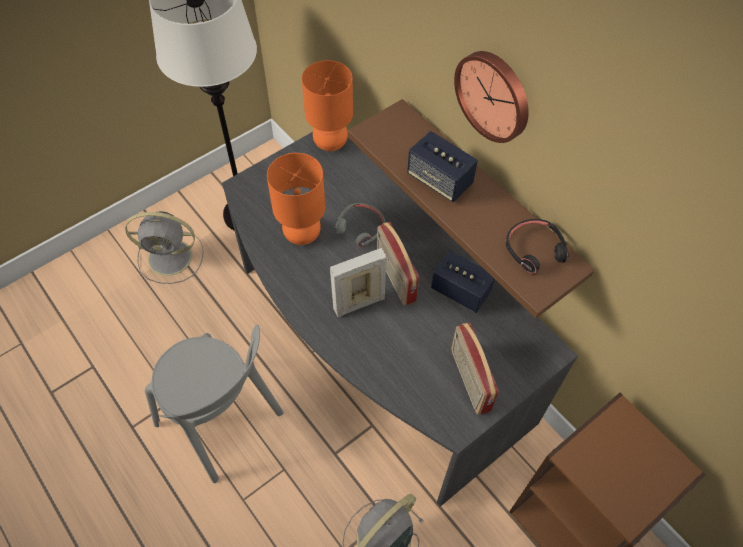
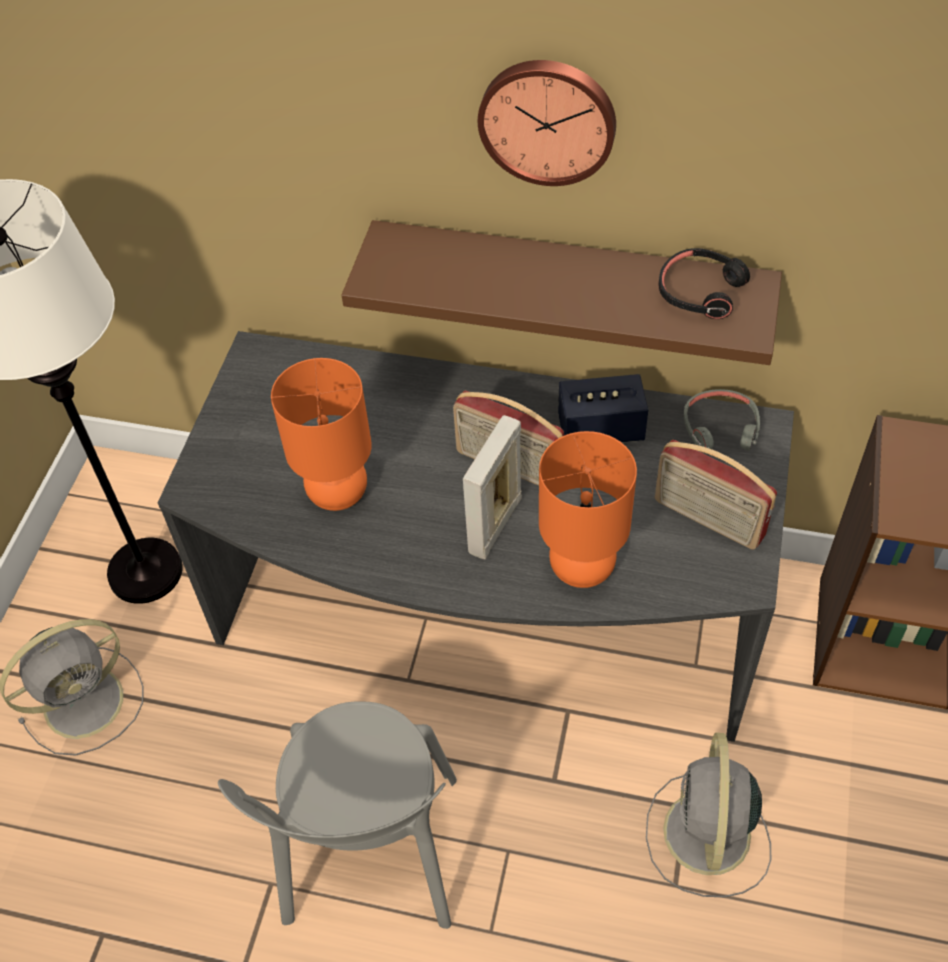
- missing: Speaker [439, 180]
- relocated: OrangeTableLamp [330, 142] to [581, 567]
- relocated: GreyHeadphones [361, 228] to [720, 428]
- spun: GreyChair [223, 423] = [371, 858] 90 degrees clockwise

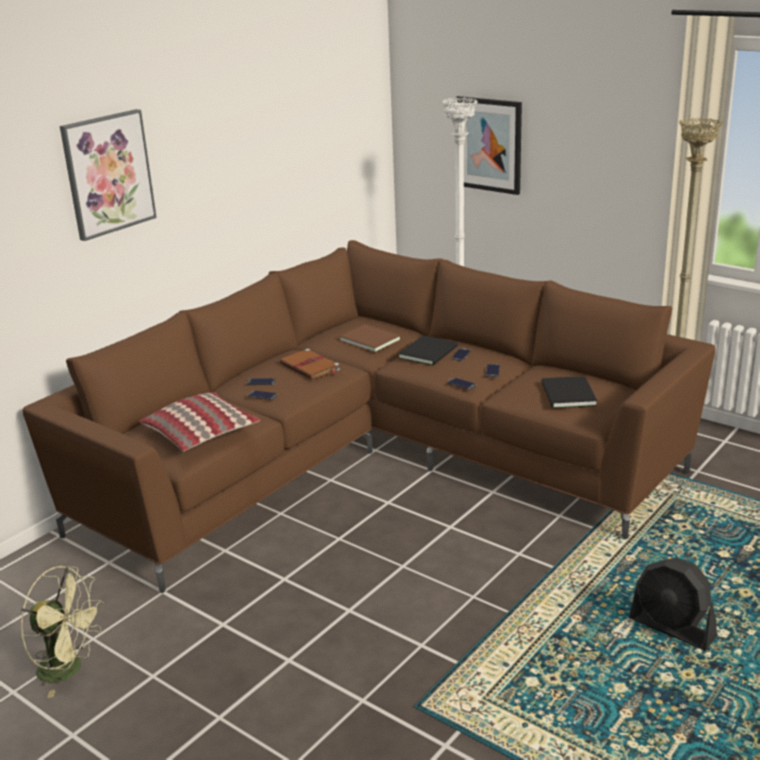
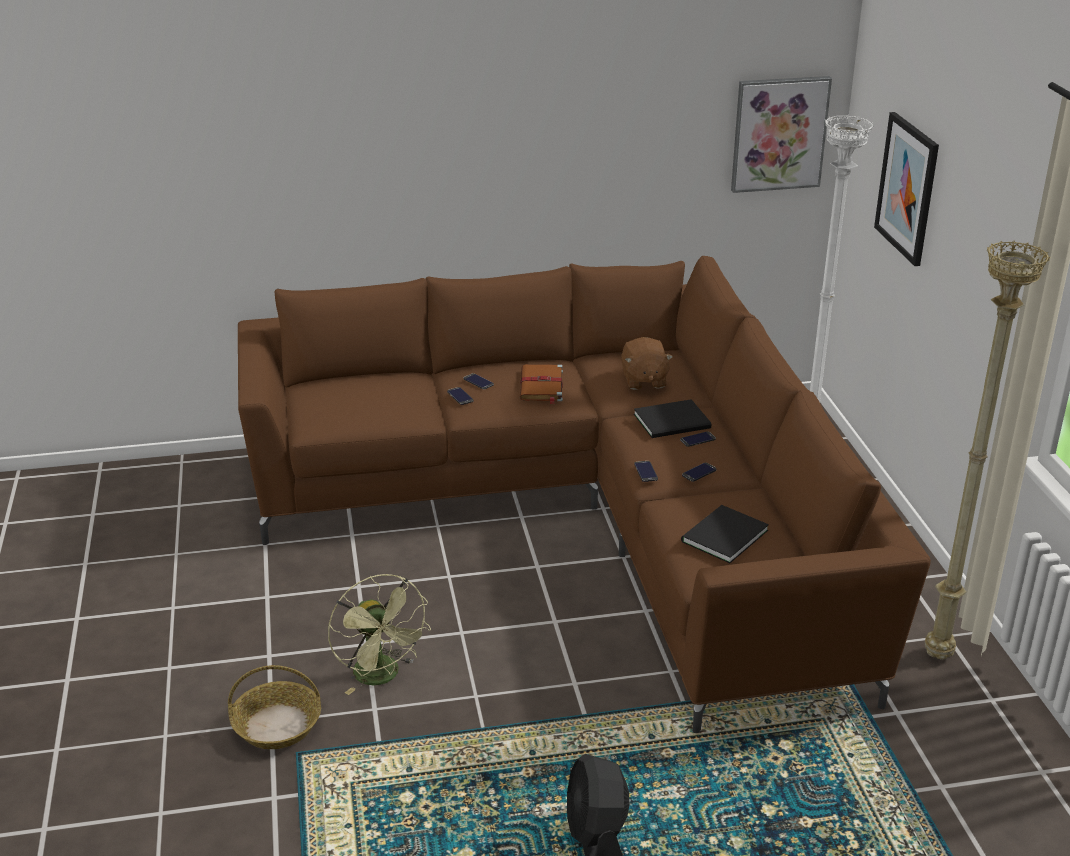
- missing: Pillow [201, 433]
- appeared: Basket [277, 725]
- relocated: GreenFan [69, 669] to [382, 677]
- relocated: Picture [108, 174] to [779, 134]
- exchanged: BrownBook [370, 339] to BrownPlushToy [643, 380]

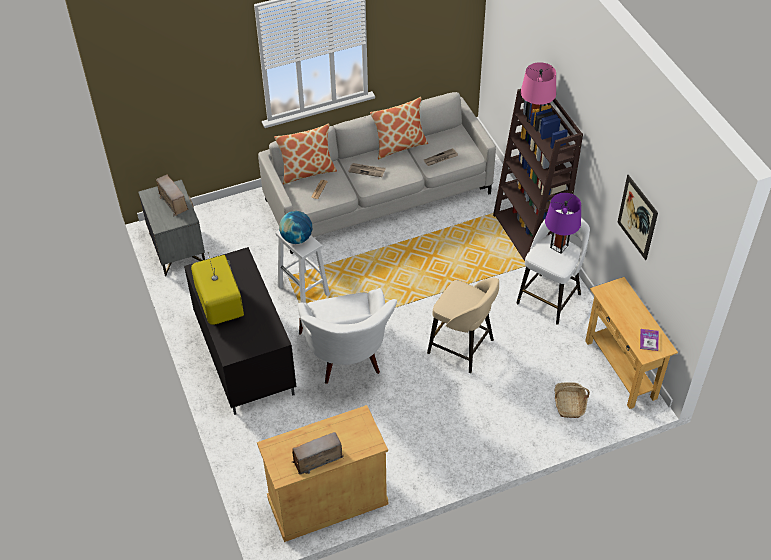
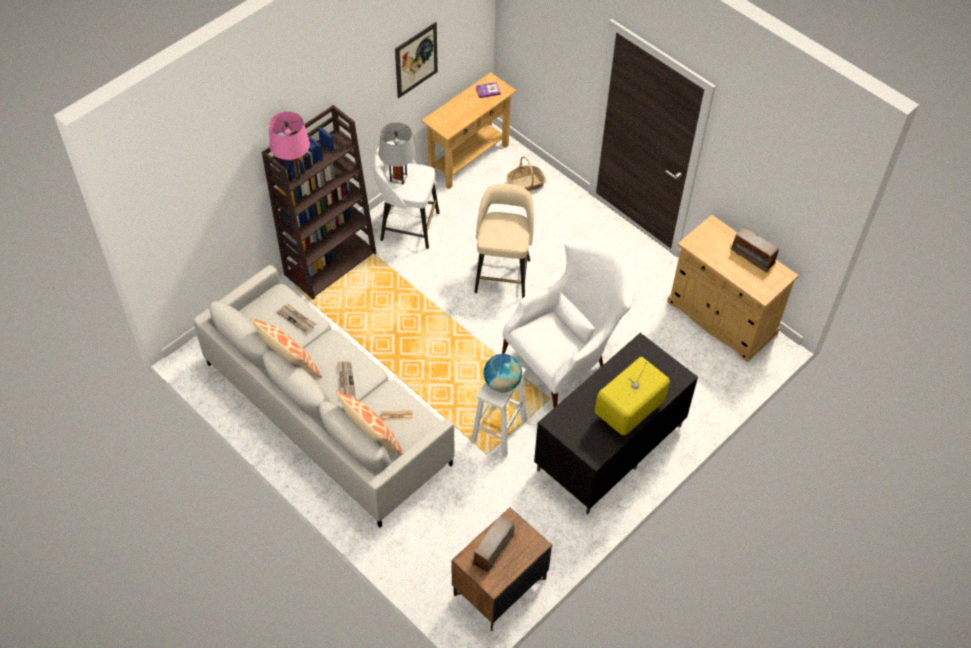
- colour: GreyNightstand [177, 249] to BrownNightstand [499, 587]
- colour: PurpleTableLamp [559, 246] to GreyTableLamp [398, 178]

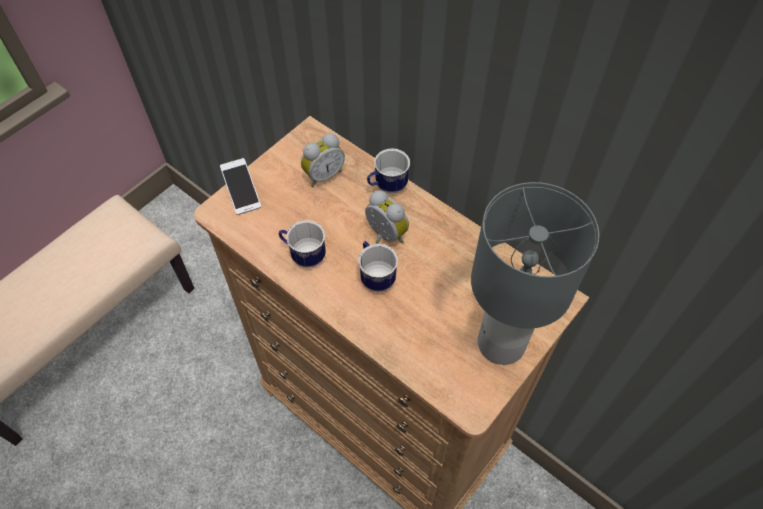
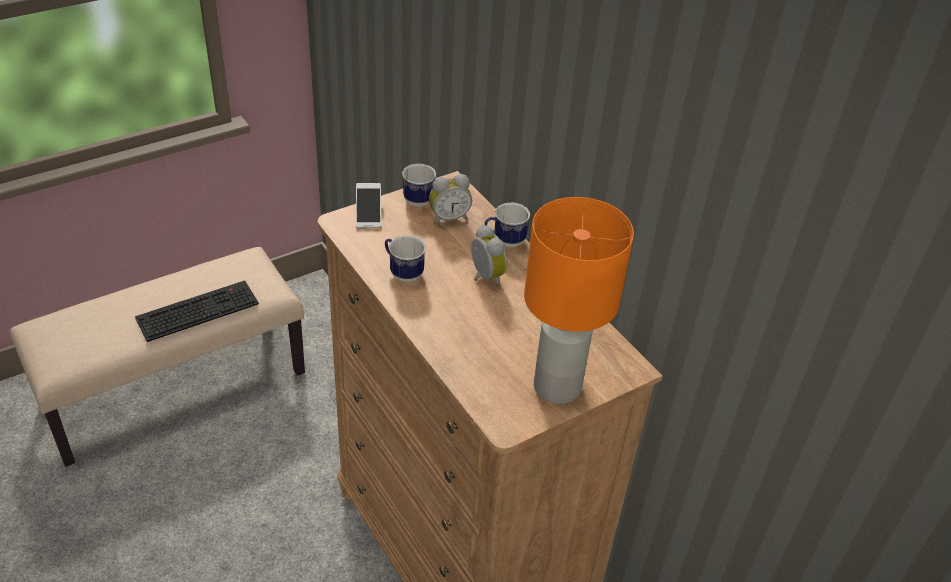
- appeared: Keyboard [198, 310]
- relocated: Mug [375, 276] to [418, 198]
- colour: GreyTableLamp [500, 344] to OrangeTableLamp [556, 387]

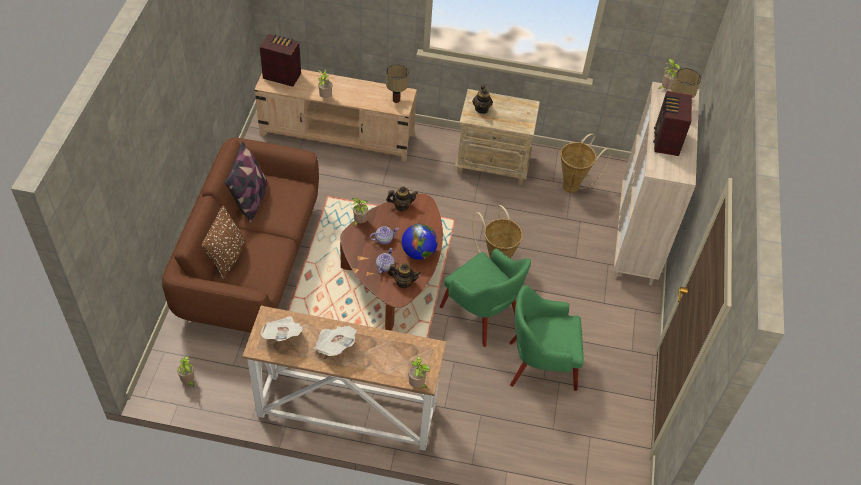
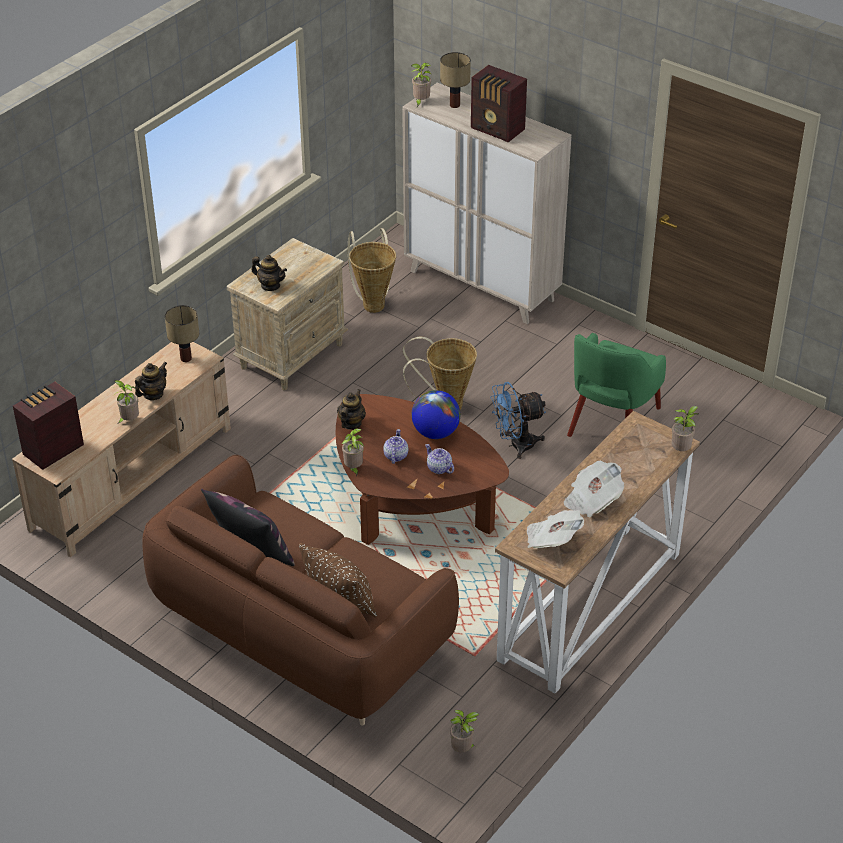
- relocated: Teapot [403, 282] to [153, 394]
- exchanged: GreenArmchair [481, 314] to BlueFan [516, 445]

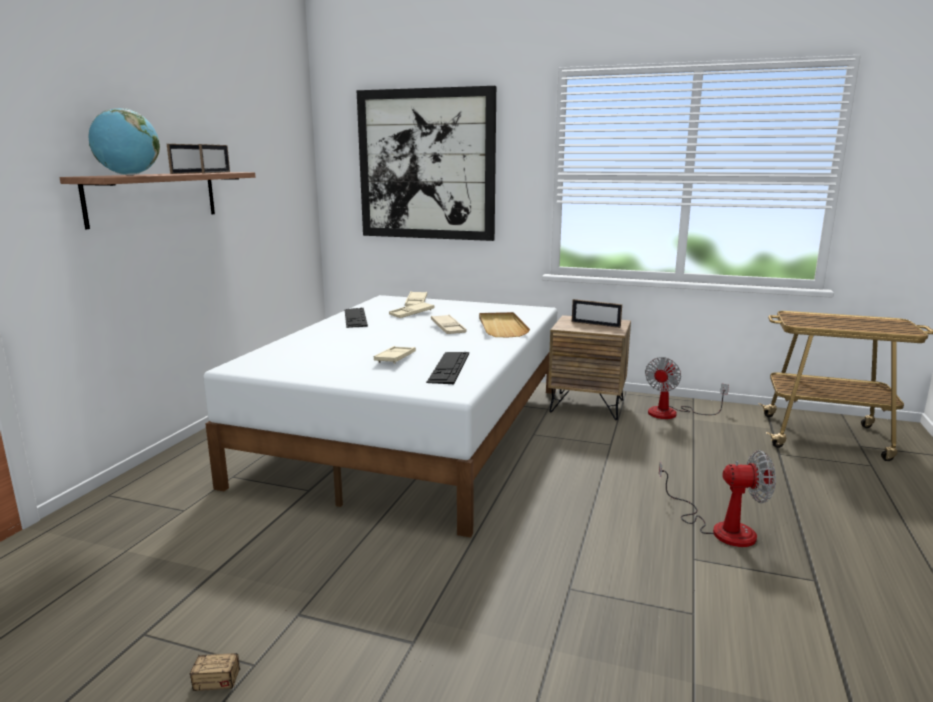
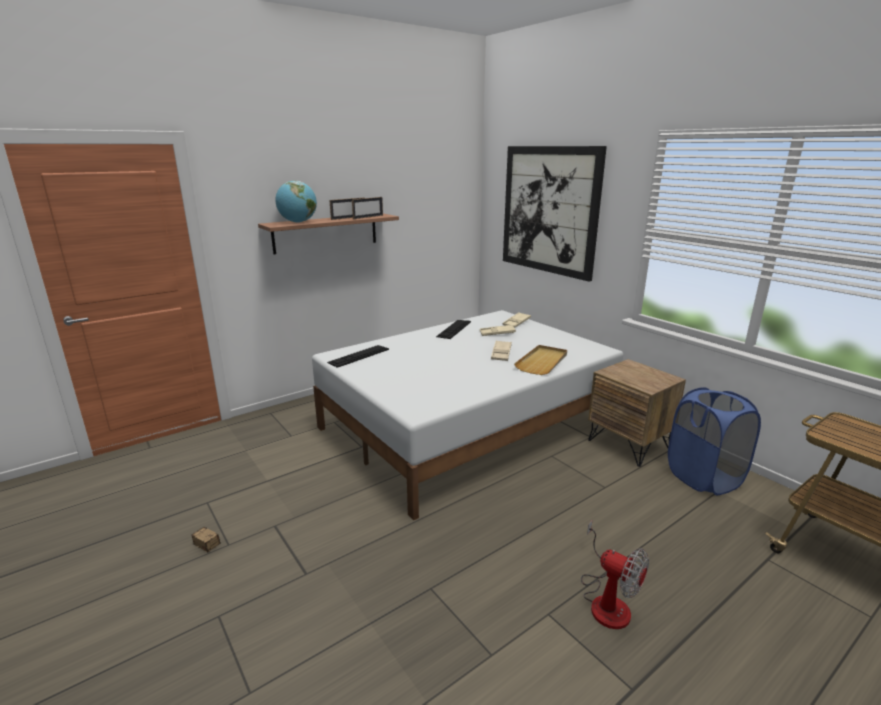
- missing: BeigeTray [395, 358]
- missing: PictureFrame [595, 324]
- relocated: Keyboard [449, 367] to [359, 356]
- exchanged: Fan [672, 413] to BlueLaundryBasket [703, 478]

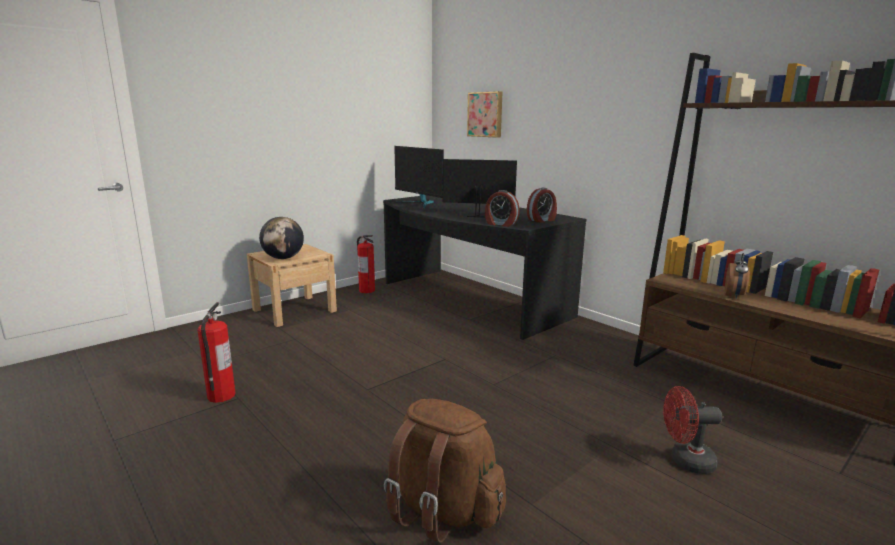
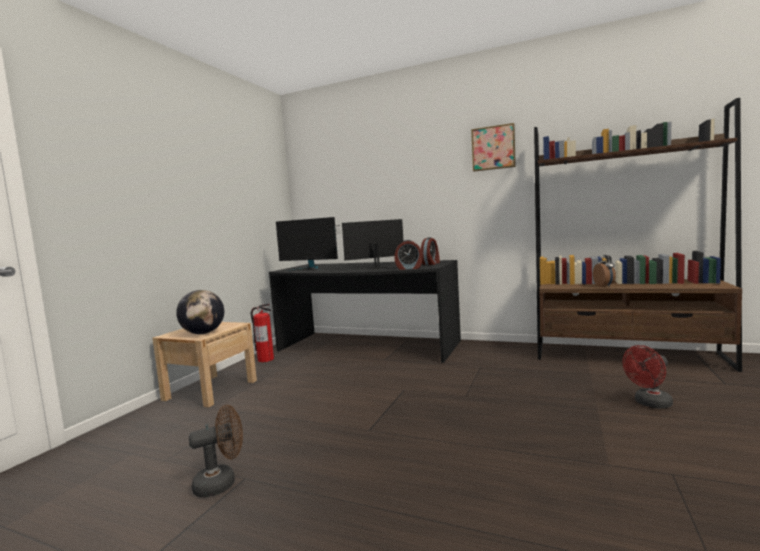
- missing: BrownBackpack [442, 510]
- relocated: Picture [486, 114] to [493, 148]
- exchanged: FireExtinguisher [221, 396] to BrownFan [222, 483]

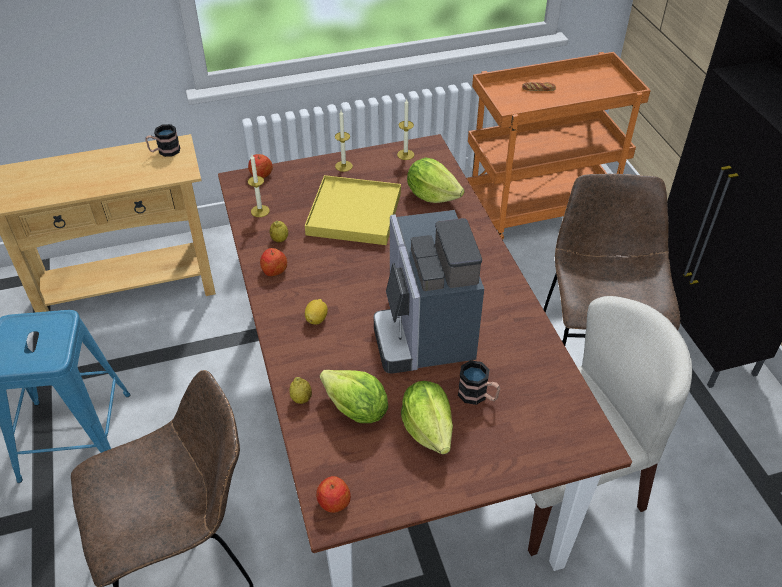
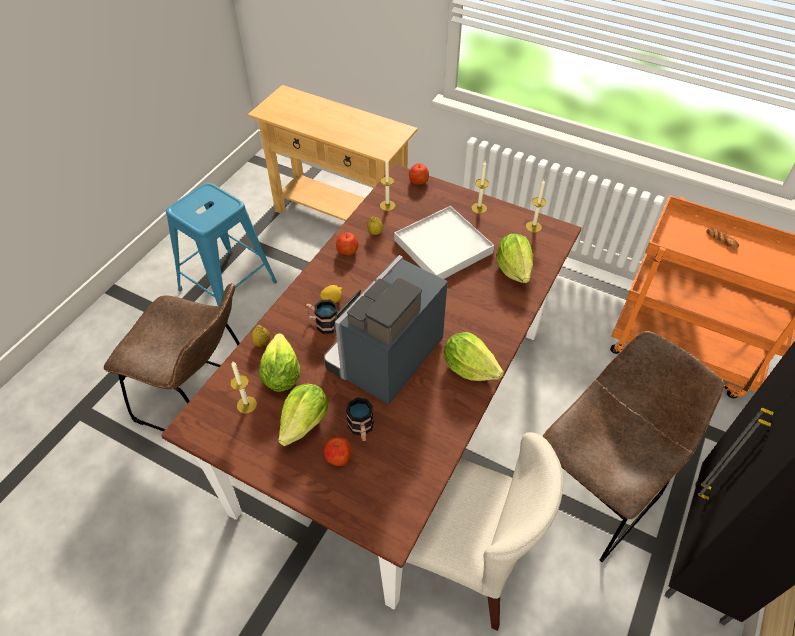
- appeared: Candle [246, 405]
- appeared: Lettuce [469, 368]
- relocated: Mug [164, 151] to [322, 323]
- relocated: Apple [333, 502] to [338, 456]
- colour: YellowTray [354, 214] to WhiteTray [443, 247]

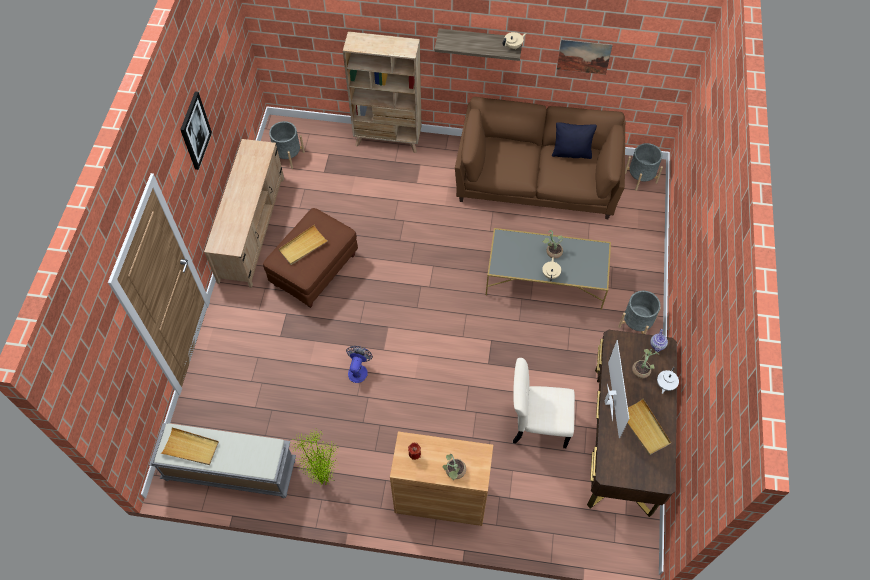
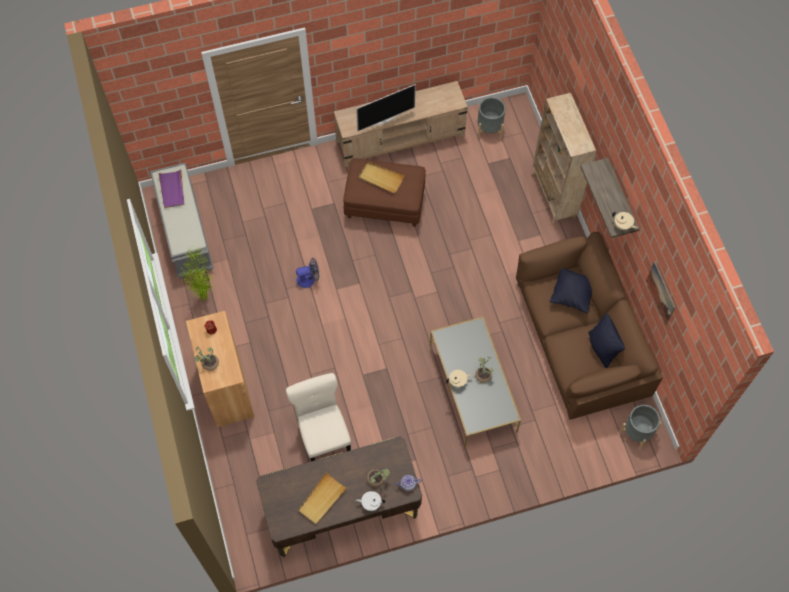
- missing: Picture [195, 131]
- missing: GreyPlanter [636, 324]
- appeared: BlackPillow [572, 295]
- relocated: Television [608, 402] to [385, 120]
- colour: BeigeTray [191, 448] to PurpleTray [172, 190]

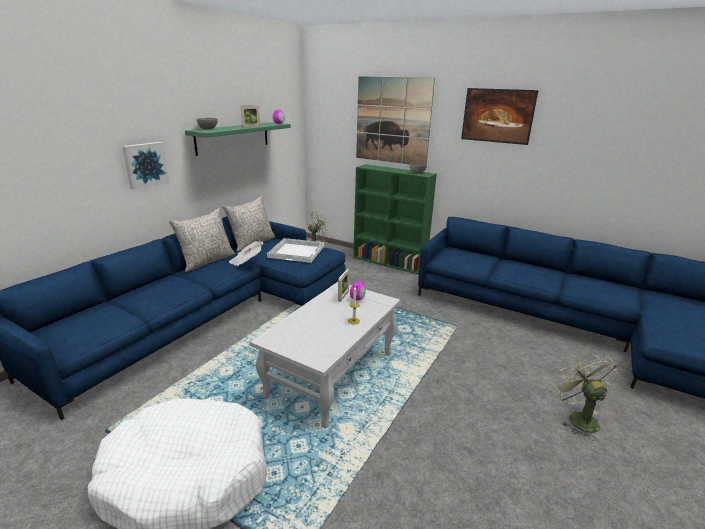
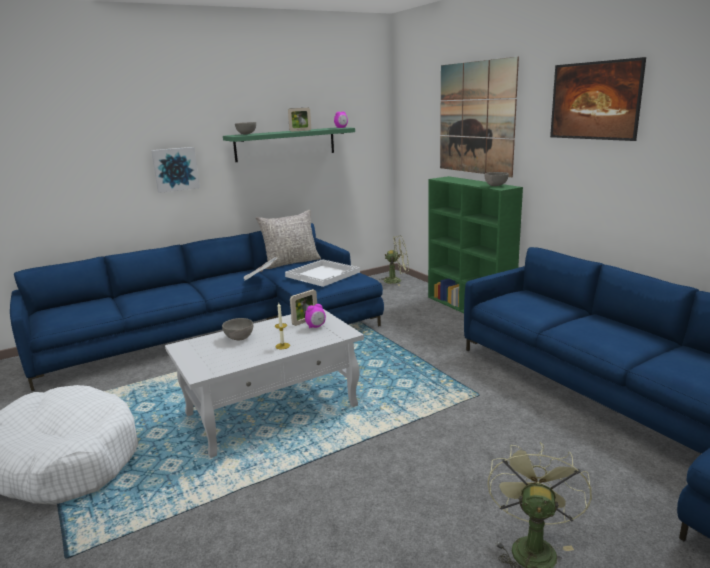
- missing: GreyPillow [207, 261]
- appeared: GreyBowl [239, 338]

